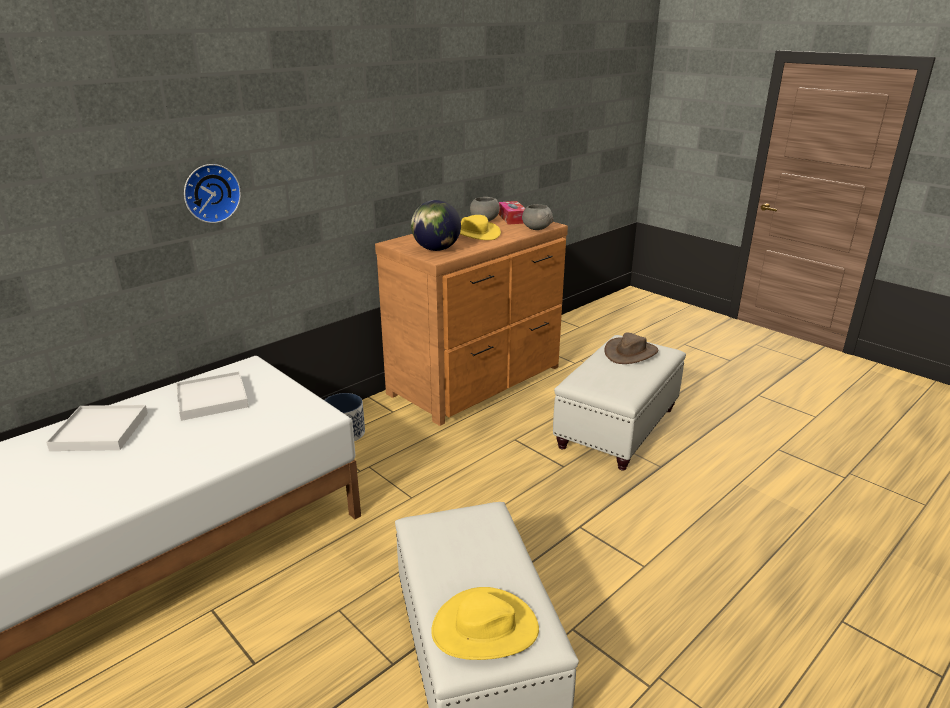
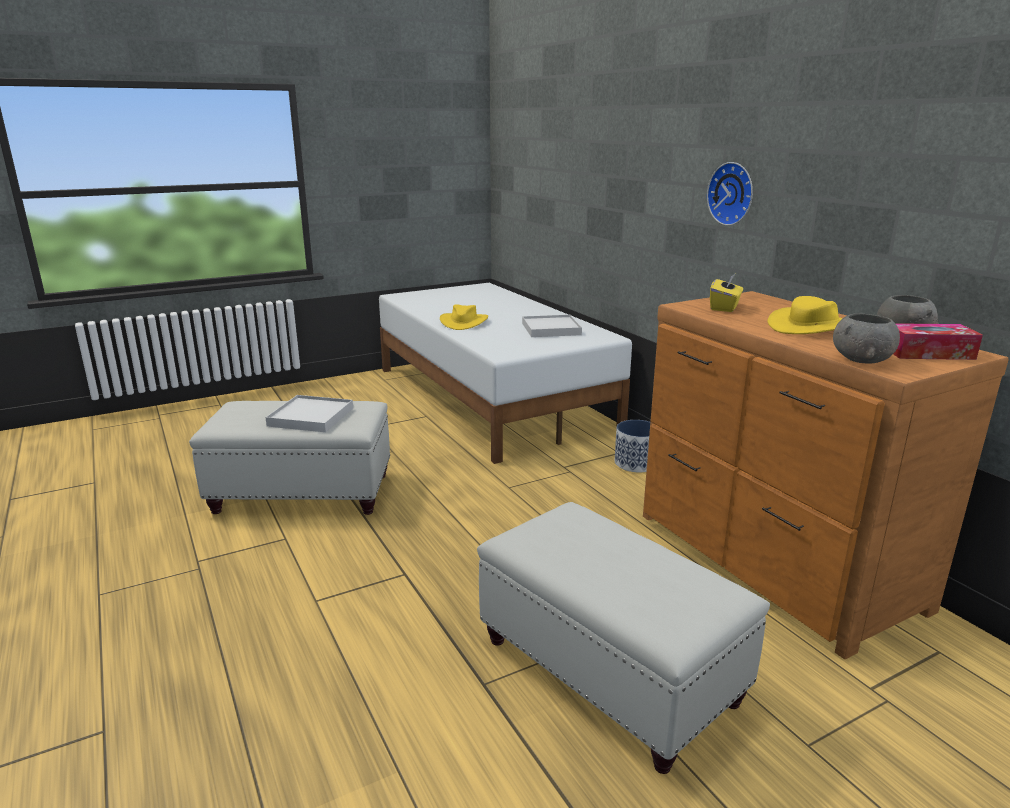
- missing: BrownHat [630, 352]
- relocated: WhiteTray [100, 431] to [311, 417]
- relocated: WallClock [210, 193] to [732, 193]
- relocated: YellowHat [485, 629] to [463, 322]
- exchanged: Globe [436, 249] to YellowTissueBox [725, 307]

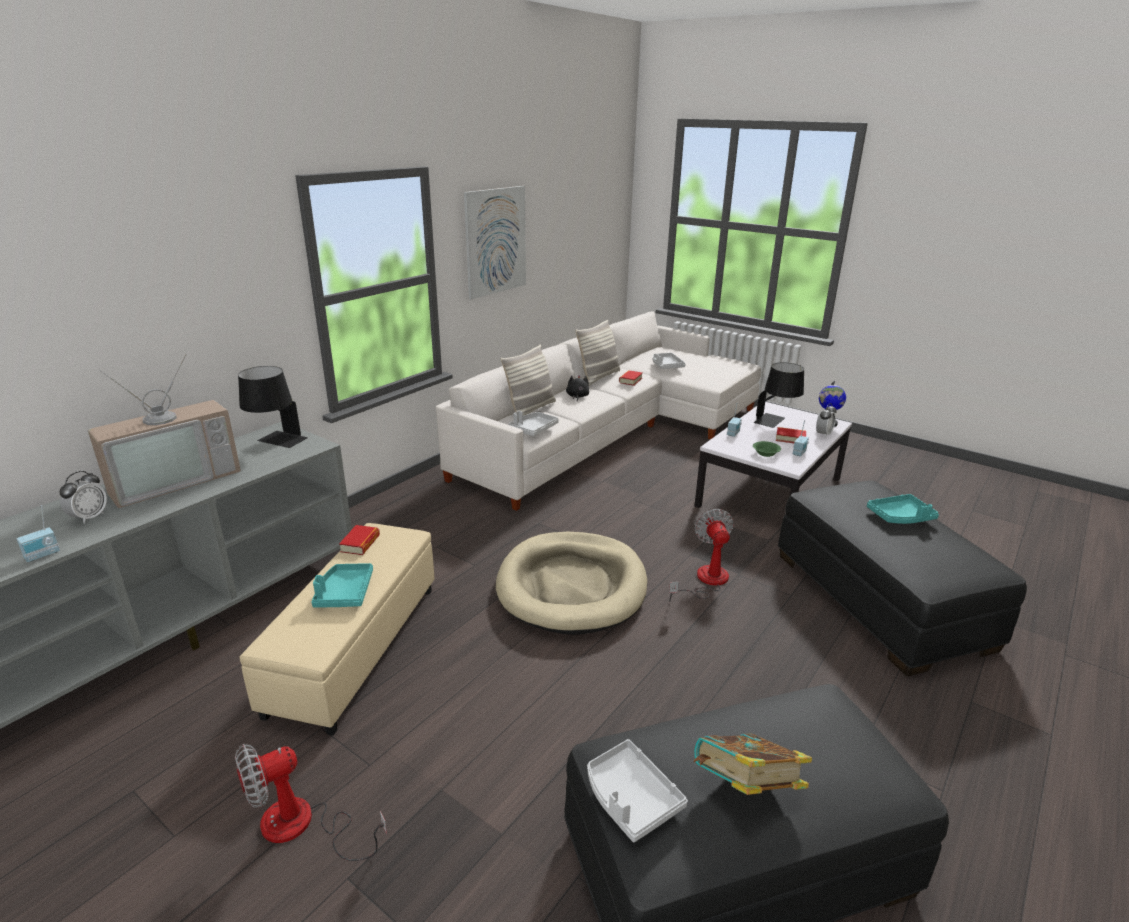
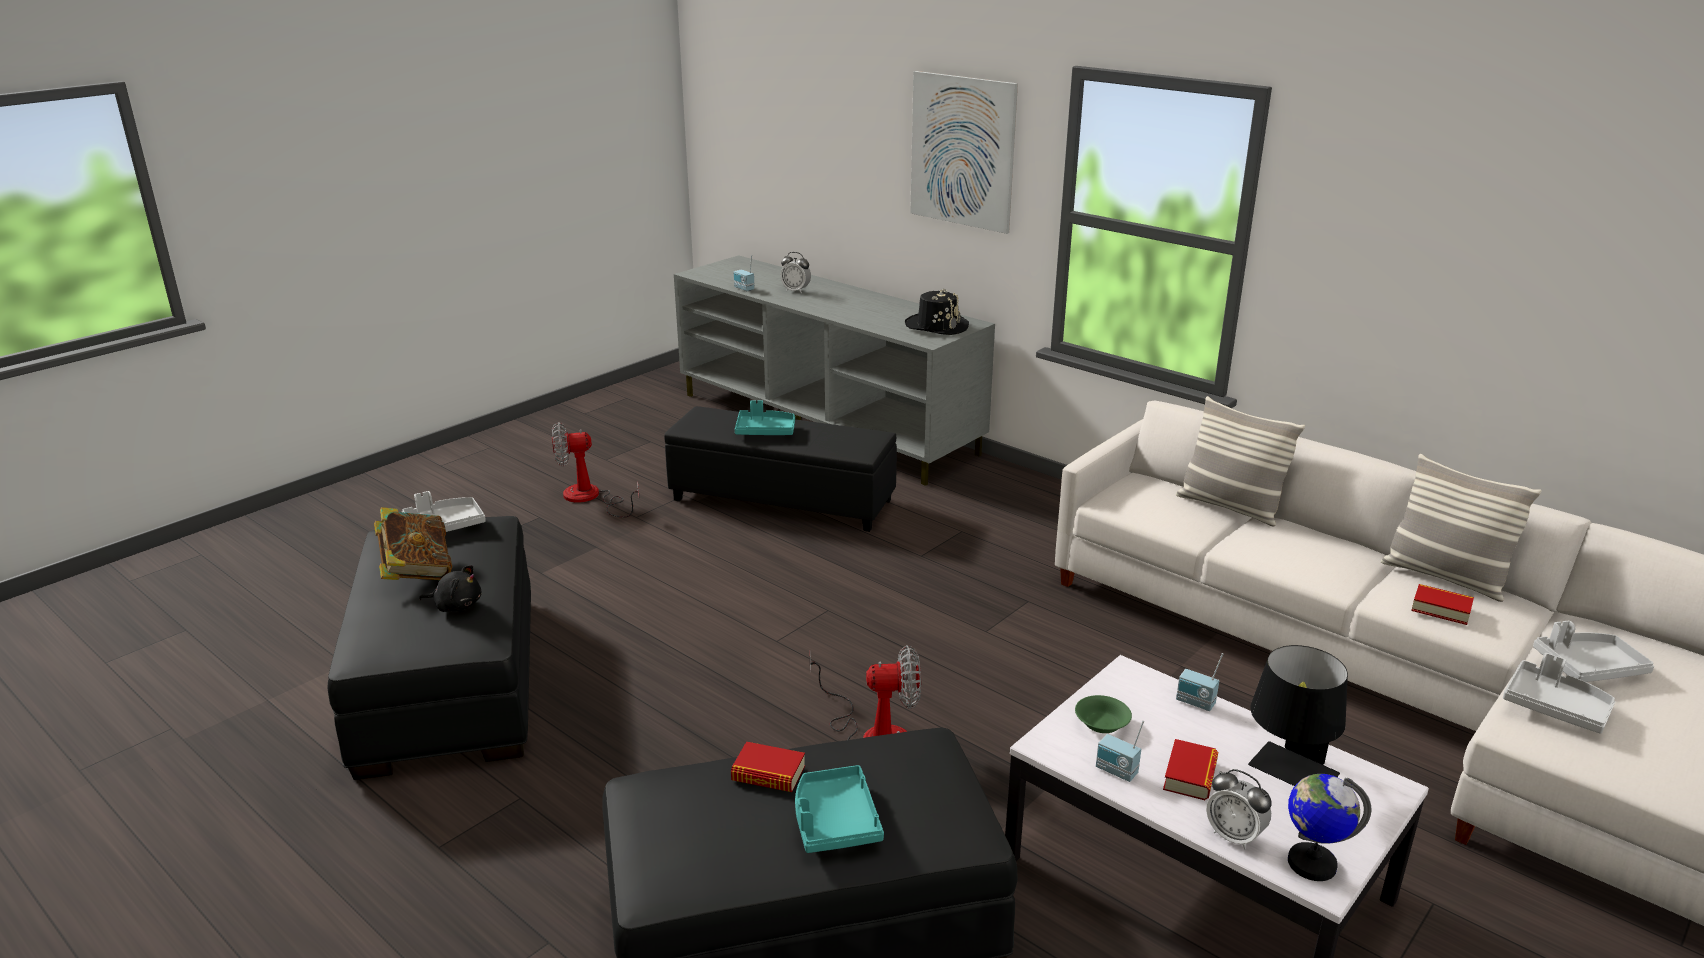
- missing: Television [174, 479]
- missing: BeigeDogBed [572, 586]
- relocated: Book [360, 544] to [768, 774]
- relocated: Picture [496, 241] to [962, 151]
- relocated: GreyTray [533, 429] to [1555, 707]
- relocated: BlackPlushToy [577, 396] to [456, 605]
- exchanged: BlackTableLamp [276, 442] to BlackHat [936, 326]
- colour: BeigeOttoman [354, 647] to BlackOttoman [783, 499]
- spun: Fan [302, 826] = [590, 498] 75 degrees counterclockwise

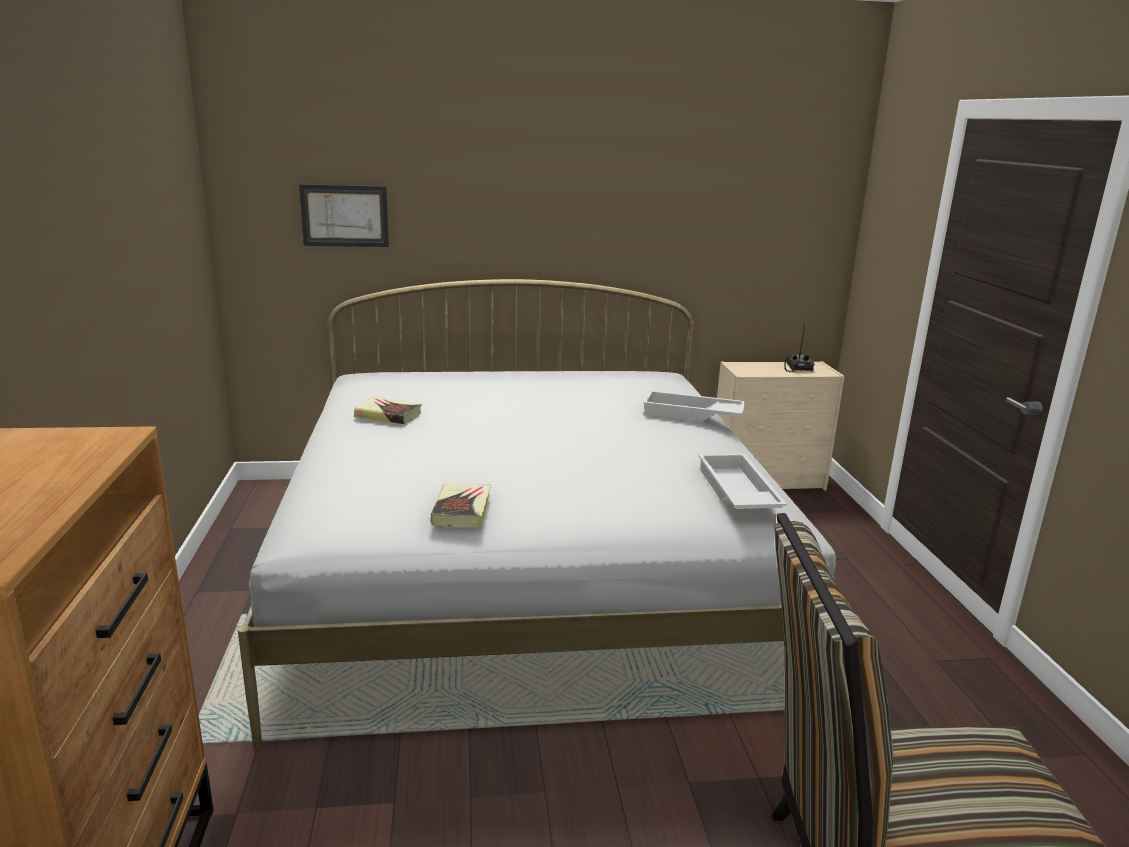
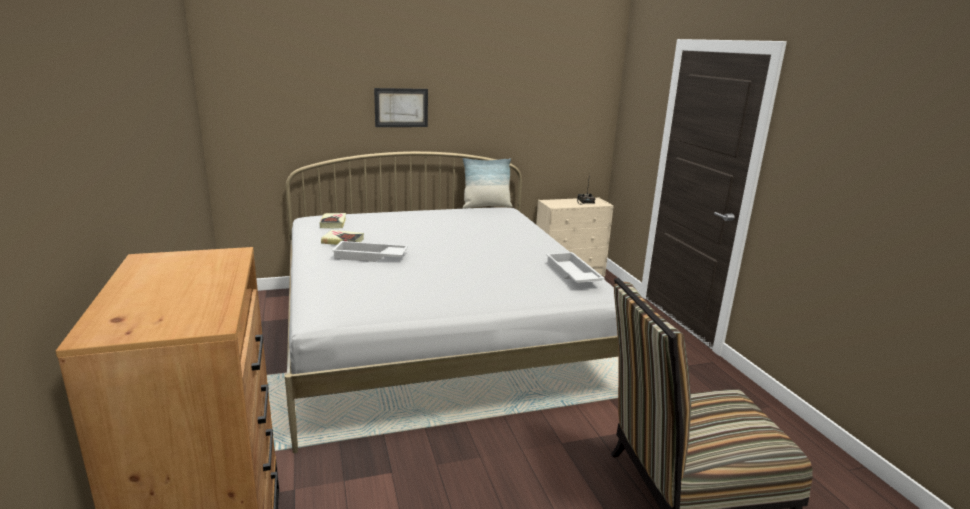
- appeared: Pillow [486, 206]
- relocated: Picture [345, 216] to [401, 107]
- relocated: Book [462, 510] to [333, 223]
- relocated: WhiteTray [692, 414] to [369, 257]

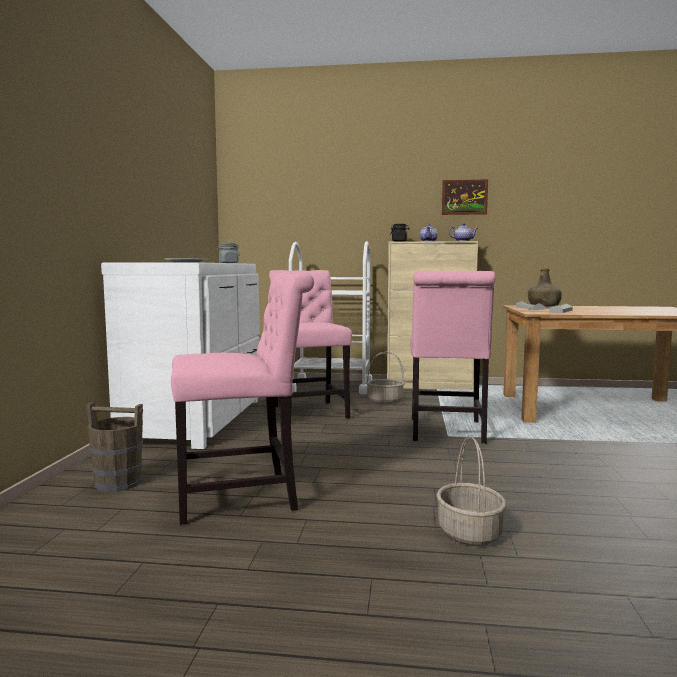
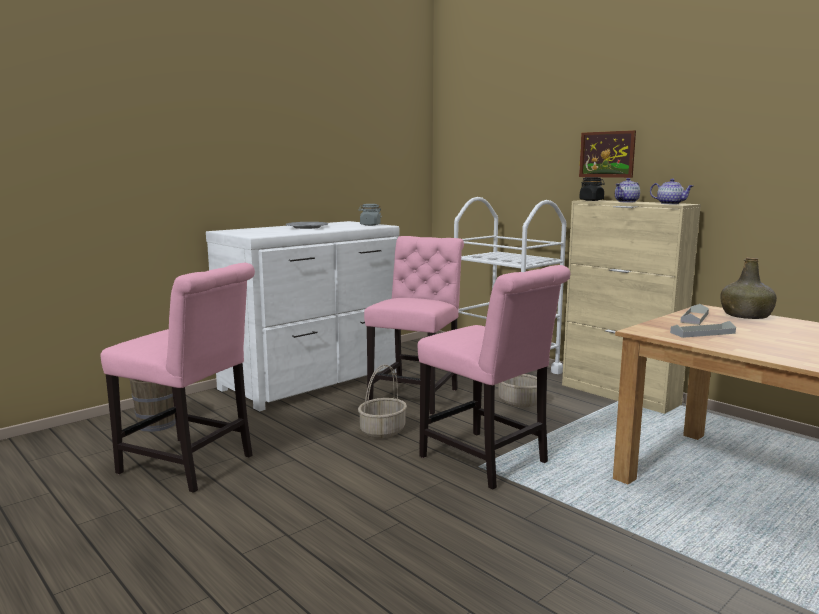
- relocated: Basket [468, 533] to [382, 431]
- relocated: Picture [464, 197] to [607, 154]
- spun: PinkChair [446, 432] = [488, 462] 90 degrees counterclockwise

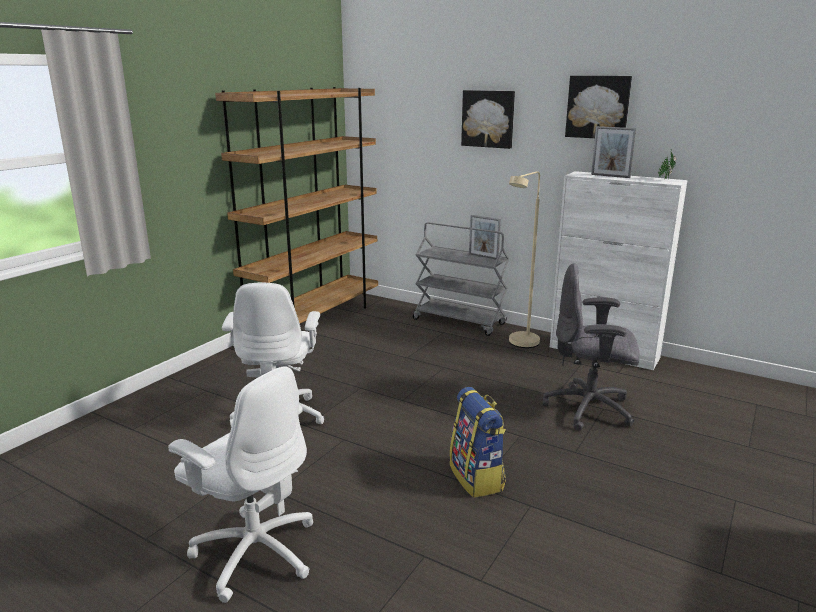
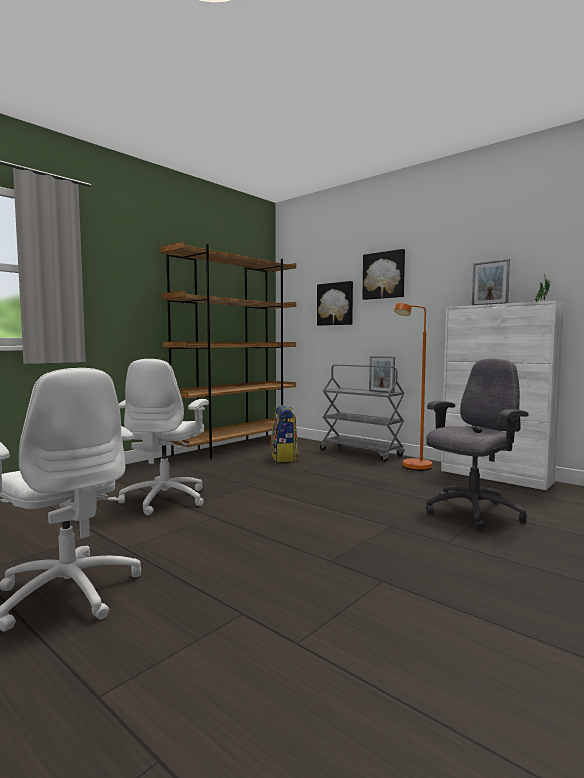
- relocated: Backpack [477, 478] to [284, 458]
- relocated: Picture [598, 107] to [335, 304]
- colour: BeigeFloorLamp [520, 345] to OrangeFloorLamp [412, 468]
- spun: GreyOfficeChair [590, 409] = [472, 512] 120 degrees clockwise

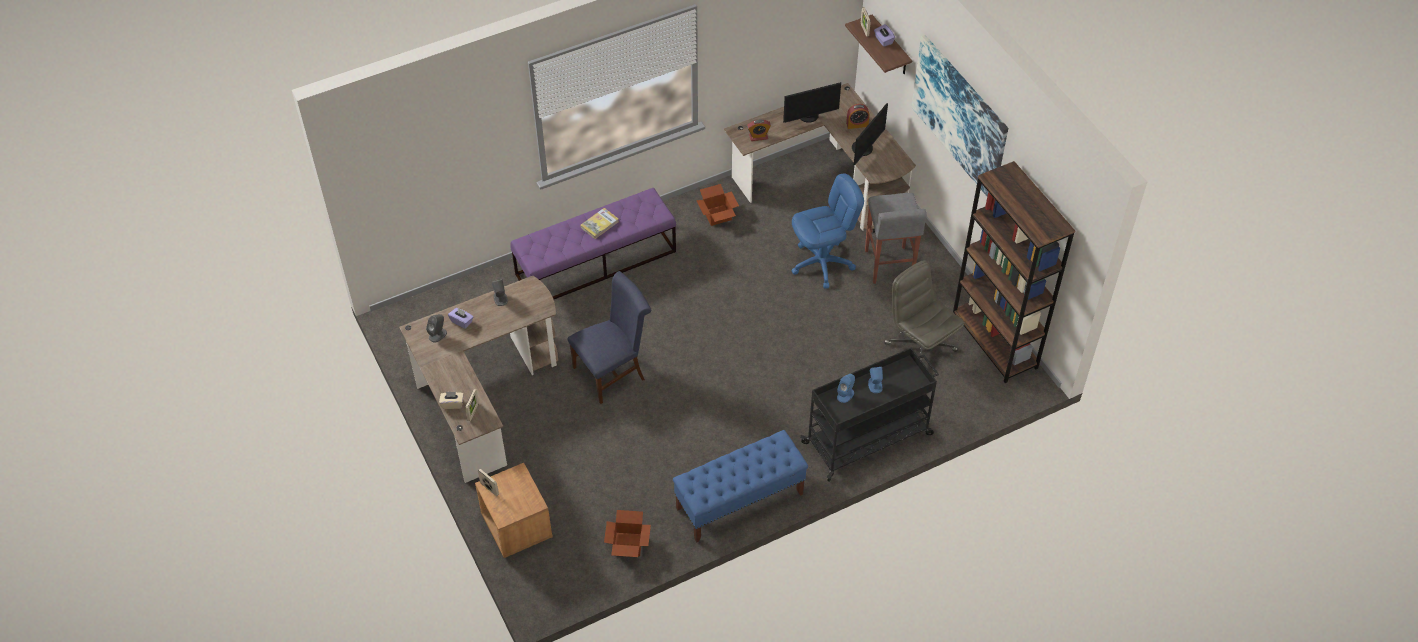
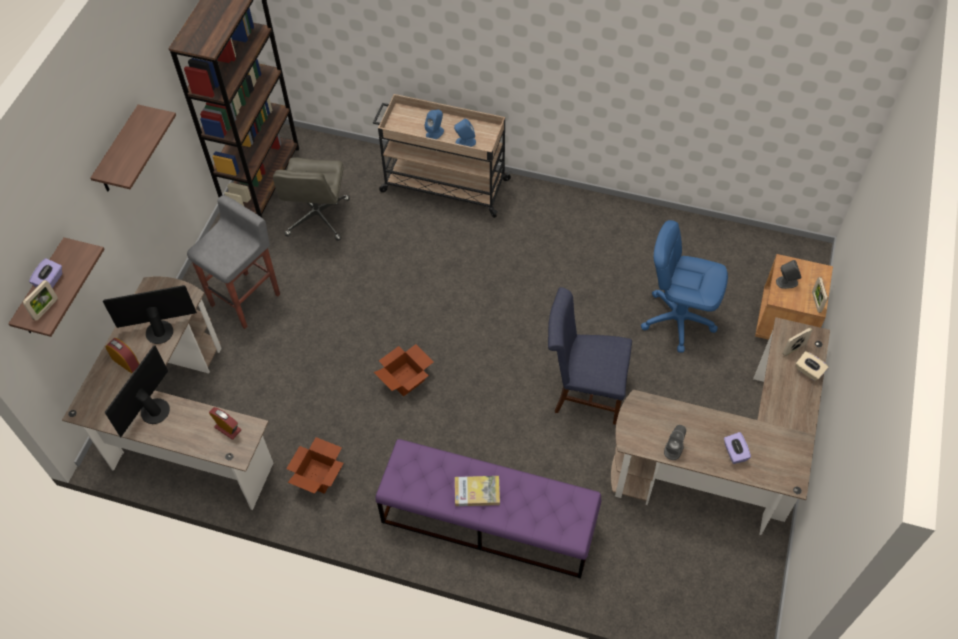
- missing: BlueBench [739, 501]
- relocated: GreySpeaker [438, 335] to [786, 282]
- relocated: CardboardBox [627, 545] to [406, 379]
- relocated: BlueOfficeChair [822, 264] to [678, 319]
- exchanged: Picture [960, 116] to Shelf [119, 152]
- colour: BlackCart [868, 438] to BeigeCart [443, 185]
- spun: Monitor [809, 116] = [152, 410] 90 degrees counterclockwise

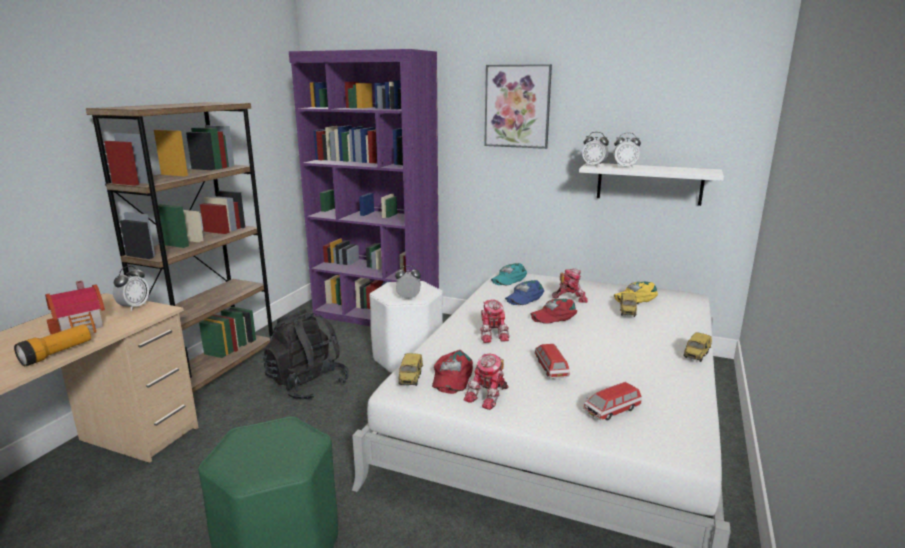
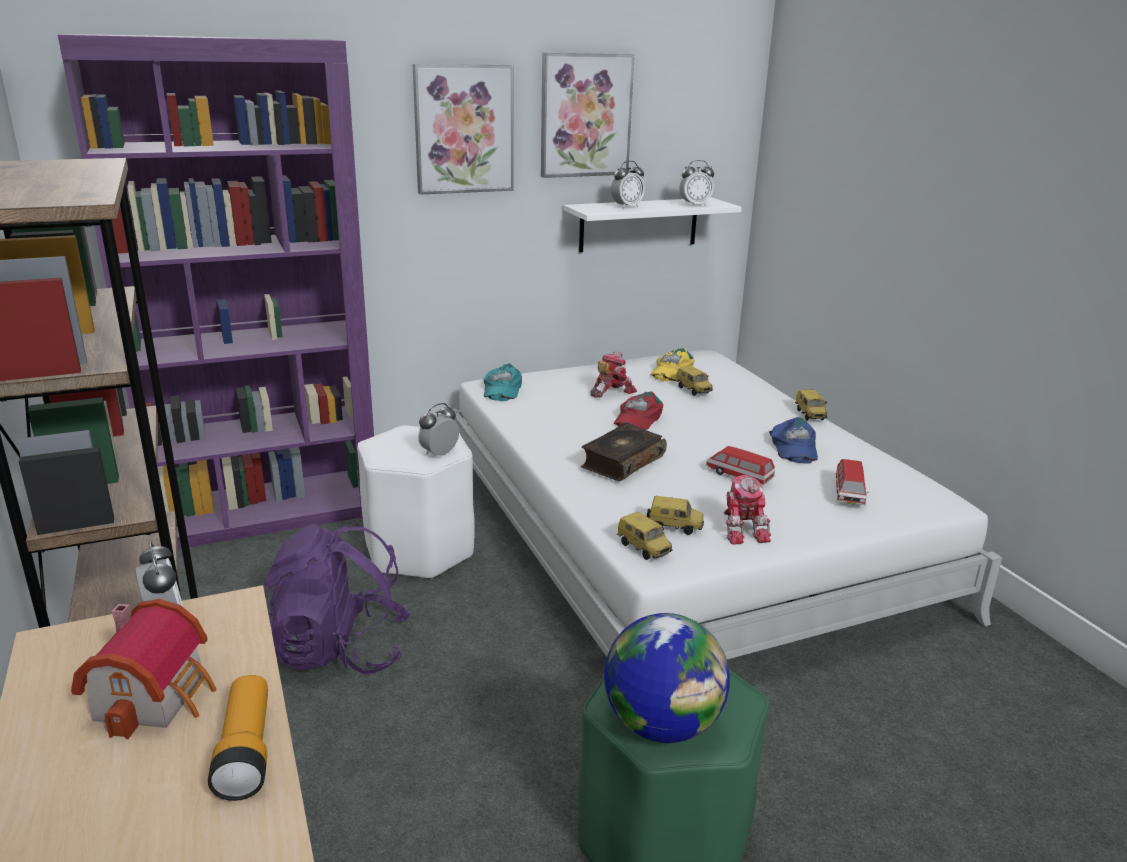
- appeared: Picture [585, 115]
- appeared: Globe [662, 724]
- relocated: BlueCap [524, 297] to [793, 448]
- relocated: AlarmClock [594, 166] to [695, 205]
- exchanged: RedCap [451, 377] to ToyCar [674, 527]
- exchanged: ToyRobot [493, 334] to Book [621, 462]
- colour: BlackBackpack [307, 385] to PurpleBackpack [340, 650]

